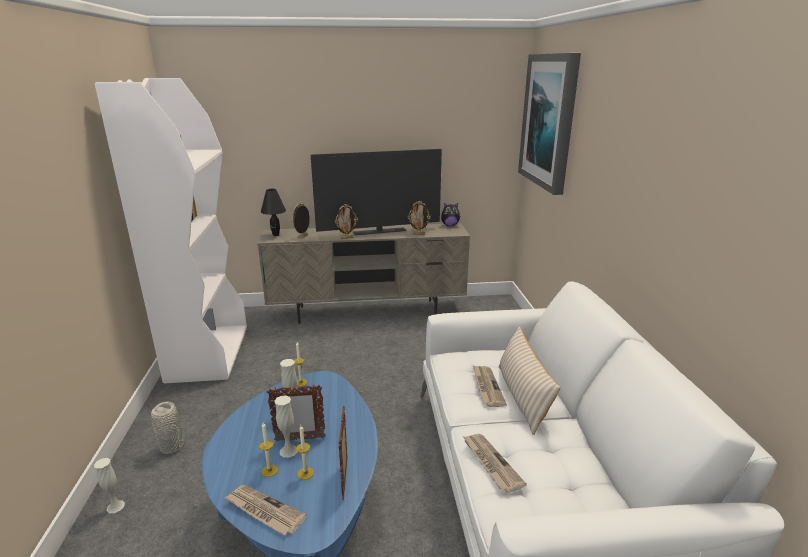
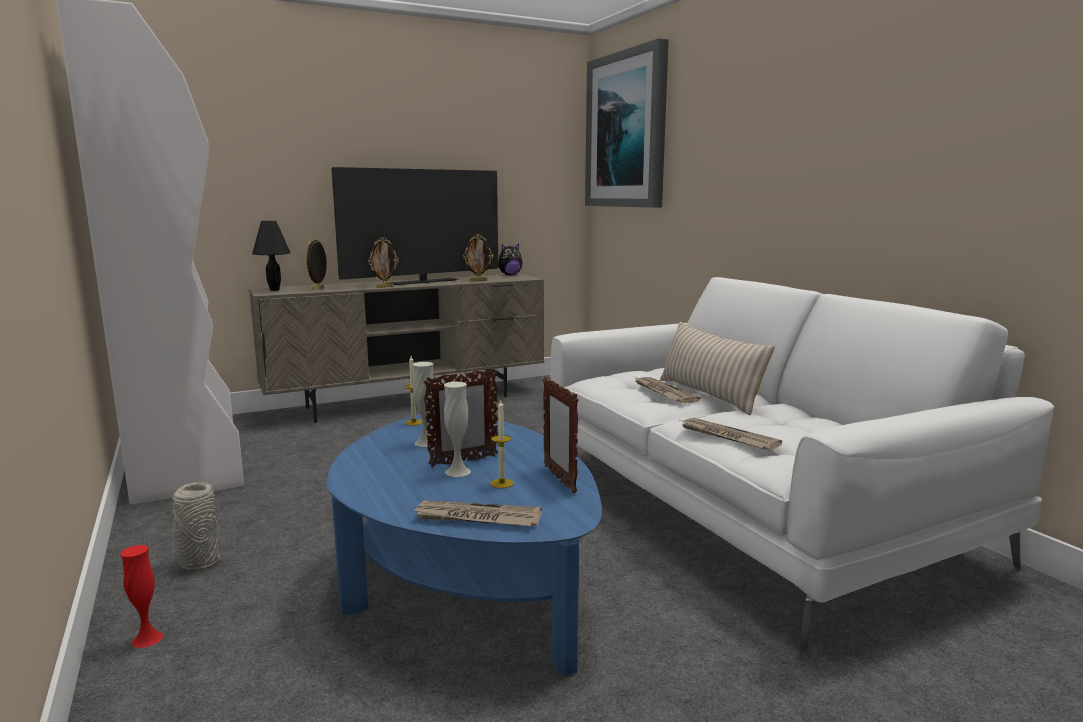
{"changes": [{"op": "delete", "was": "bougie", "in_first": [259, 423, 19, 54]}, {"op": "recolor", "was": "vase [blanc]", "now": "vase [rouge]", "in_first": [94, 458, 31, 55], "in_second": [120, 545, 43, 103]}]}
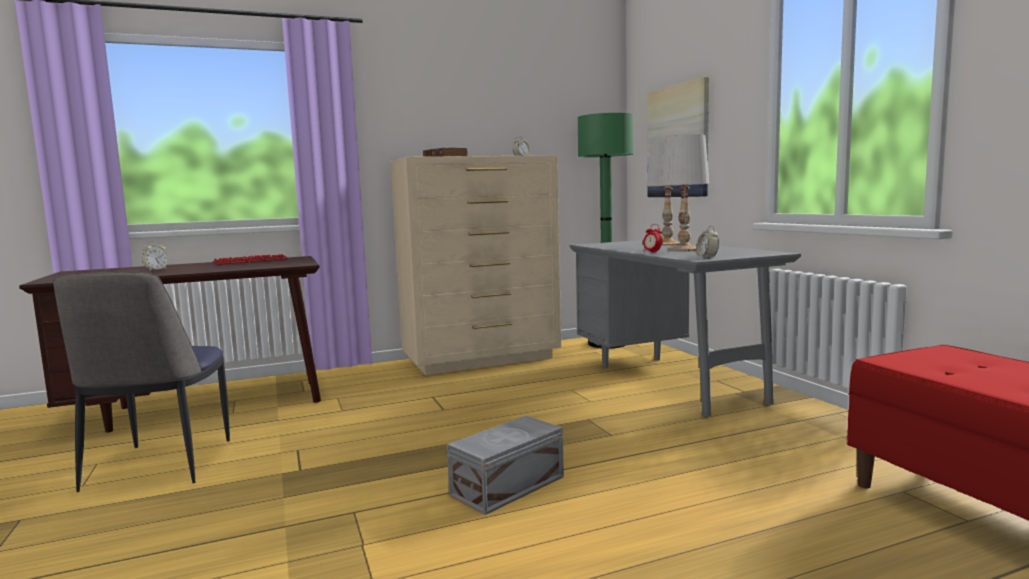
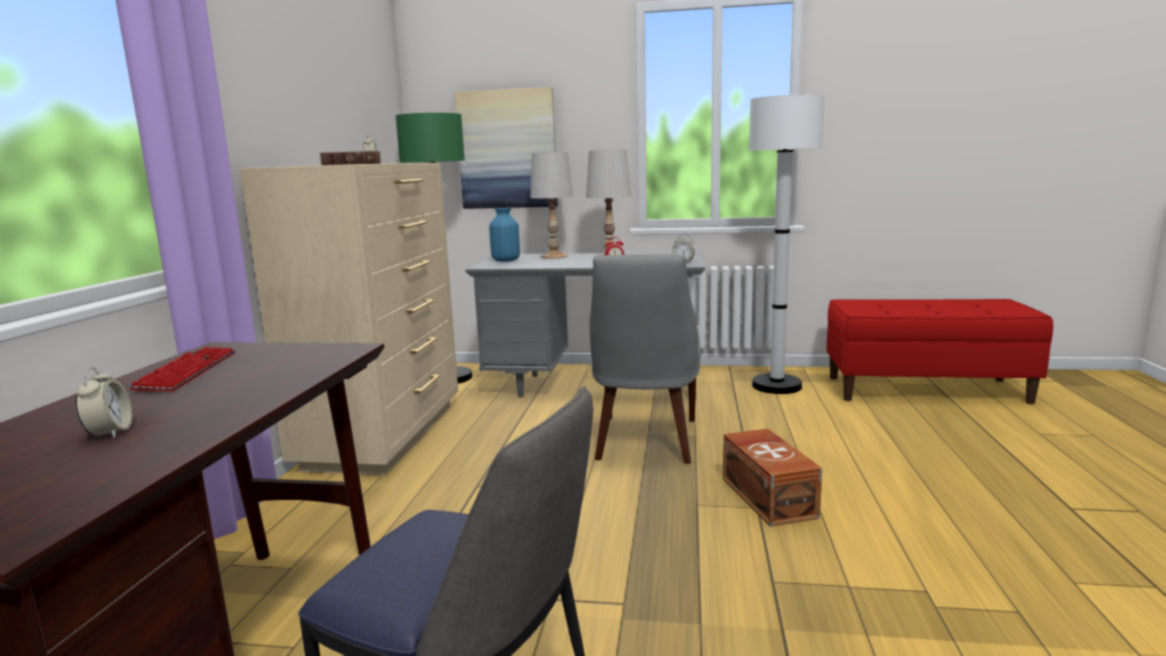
{"changes": [{"op": "recolor", "was": "boîte de rangement [gris]", "now": "boîte de rangement [marron]", "in_first": [447, 416, 117, 99], "in_second": [723, 429, 99, 98]}, {"op": "insert", "now": "lampadaire [blanc]", "in_second": [749, 94, 75, 300]}, {"op": "insert", "now": "vase [bleu]", "in_second": [489, 208, 31, 54]}, {"op": "insert", "now": "chaise [gris]", "in_second": [590, 254, 110, 210]}]}
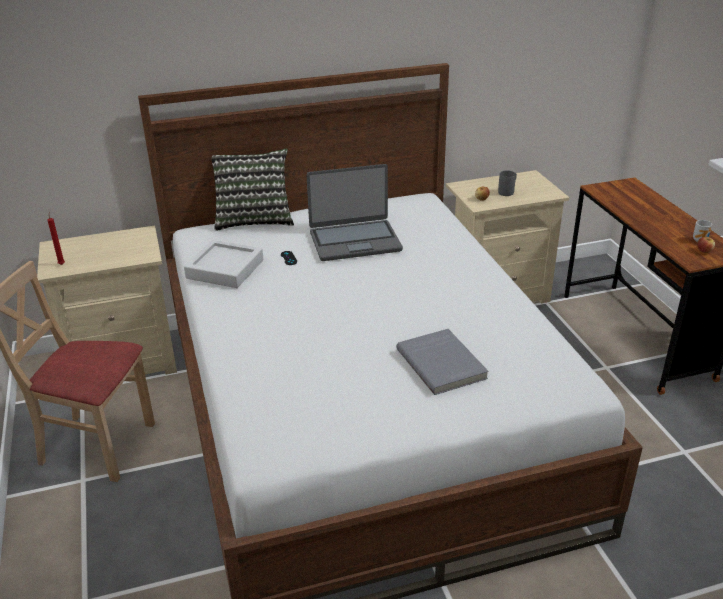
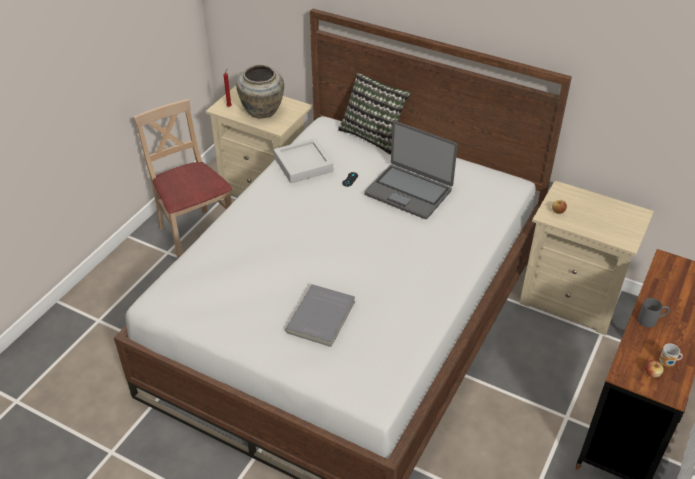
{"changes": [{"op": "move", "was": "mug [gris]", "in_first": [498, 171, 19, 25], "in_second": [638, 298, 32, 30]}, {"op": "insert", "now": "vase [beige]", "in_second": [236, 65, 48, 53]}]}
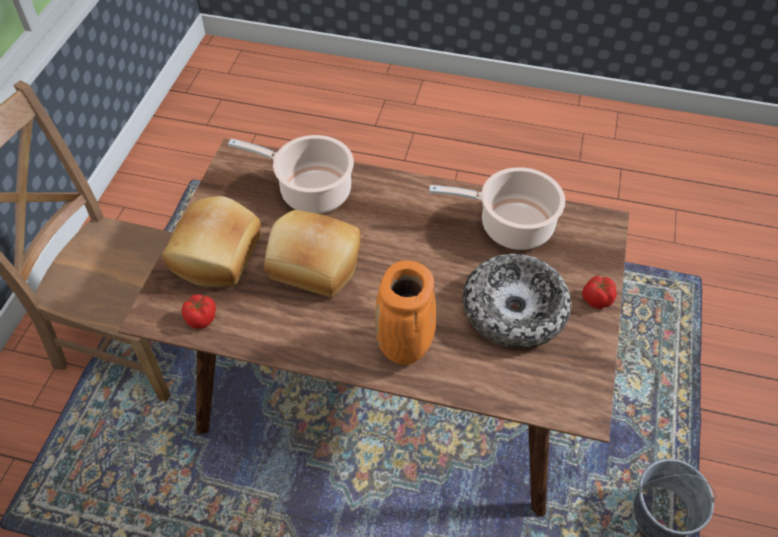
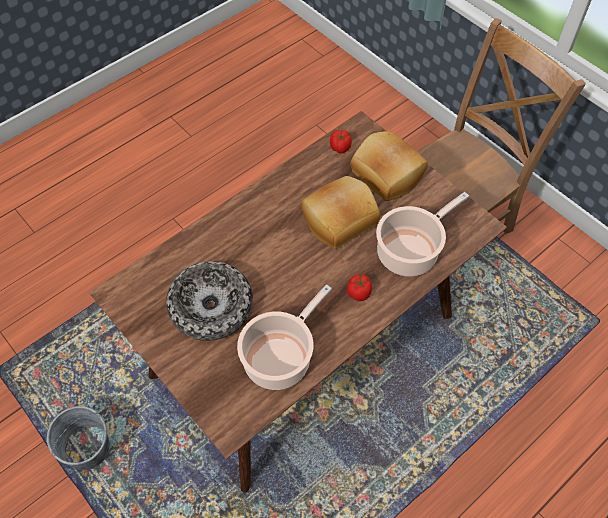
{"changes": [{"op": "delete", "was": "vase [orange]", "in_first": [375, 260, 61, 105]}, {"op": "move", "was": "tomate", "in_first": [582, 276, 35, 33], "in_second": [347, 275, 25, 26]}]}
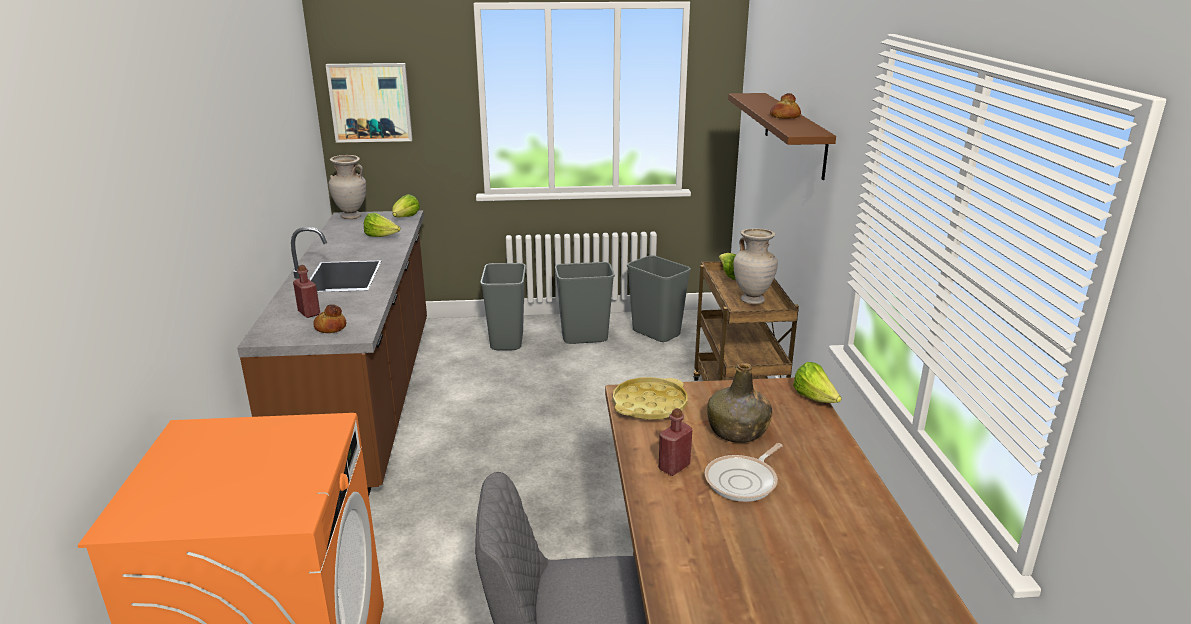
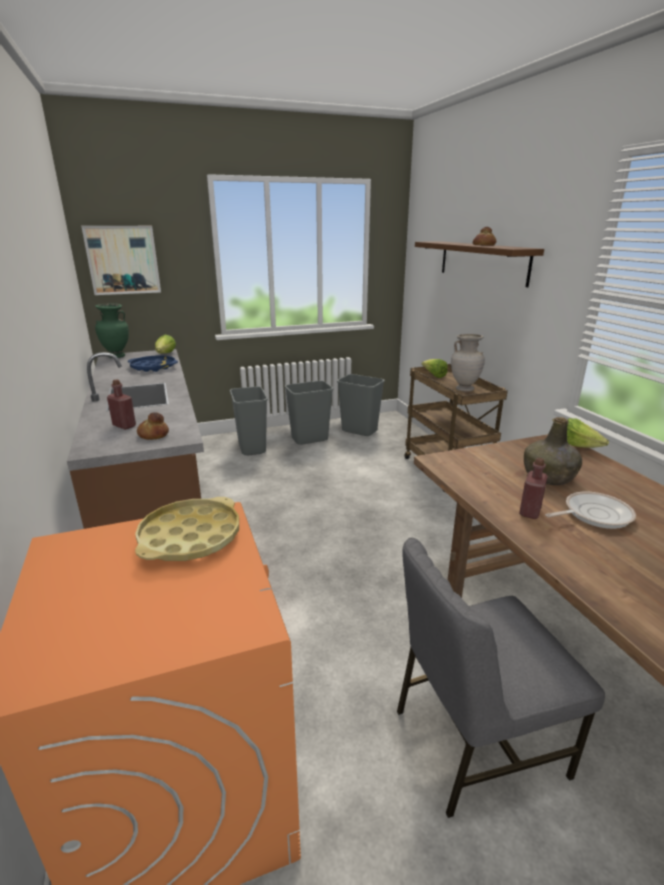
{"changes": [{"op": "recolor", "was": "vase [beige]", "now": "vase [vert]", "in_first": [328, 155, 38, 64], "in_second": [95, 303, 34, 55]}, {"op": "replace", "was": "laitue", "now": "plateau [bleu]", "in_first": [364, 213, 37, 24], "in_second": [128, 355, 50, 17]}, {"op": "move", "was": "plateau [jaune]", "in_first": [613, 377, 74, 43], "in_second": [135, 497, 104, 64]}, {"op": "rotate", "was": "poêle", "in_first": [705, 443, 78, 59], "in_second": [545, 492, 91, 37], "clockwise": -135}]}
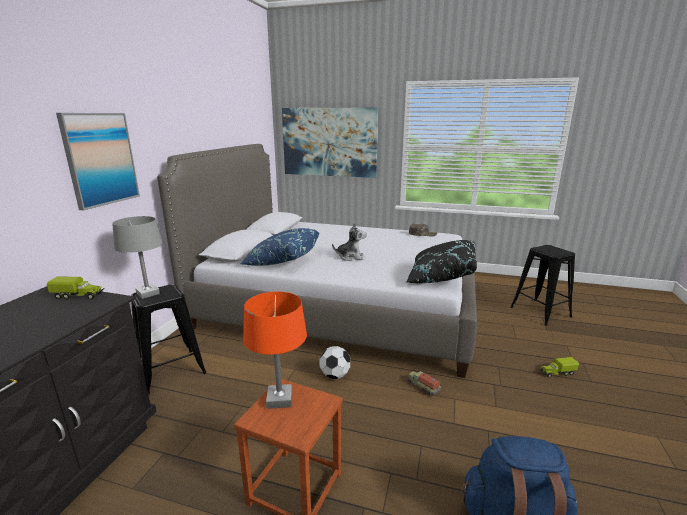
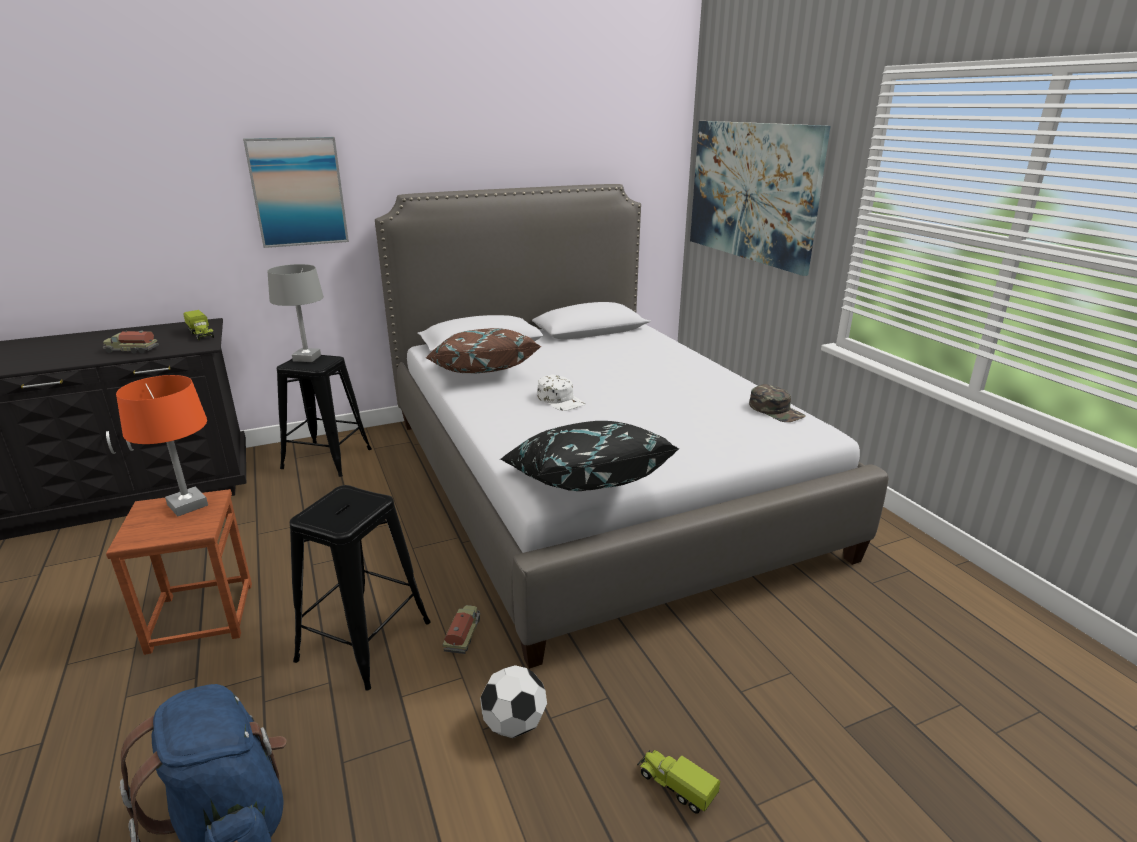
{"changes": [{"op": "replace", "was": "peluche", "now": "casquette [blanc]", "in_first": [332, 222, 35, 39], "in_second": [537, 375, 48, 36]}, {"op": "recolor", "was": "coussin [bleu]", "now": "coussin [marron]", "in_first": [240, 228, 80, 38], "in_second": [426, 328, 116, 45]}, {"op": "move", "was": "tabouret [noir]", "in_first": [510, 245, 65, 81], "in_second": [290, 485, 141, 206]}, {"op": "move", "was": "ballon de foot", "in_first": [320, 346, 30, 33], "in_second": [480, 665, 67, 73]}, {"op": "insert", "now": "camion jouet", "in_second": [103, 331, 56, 23]}]}
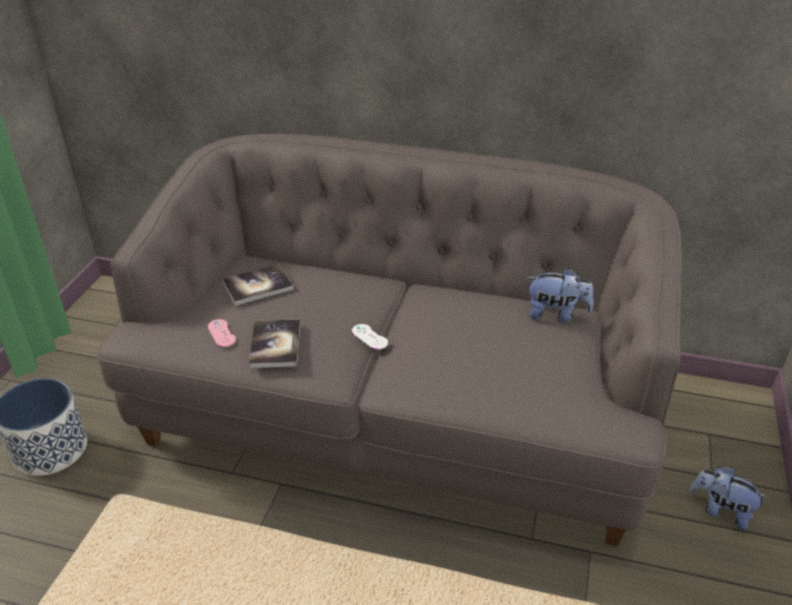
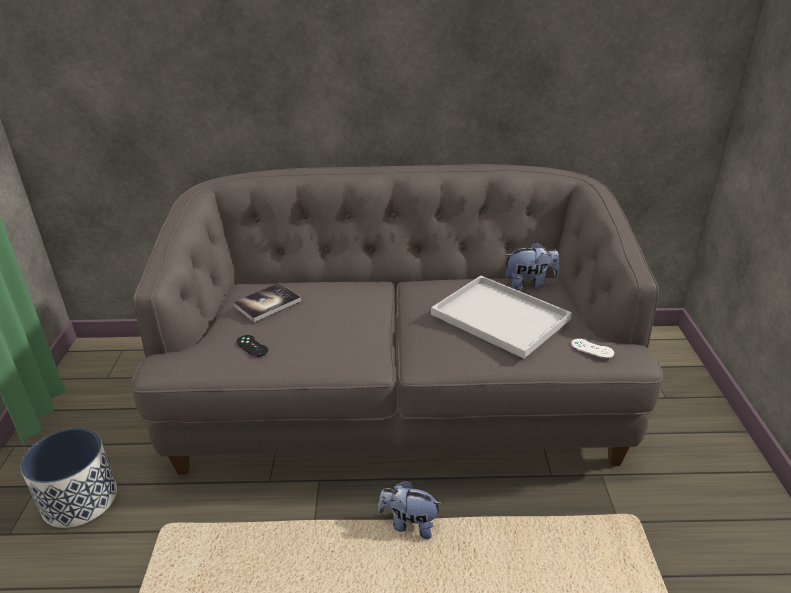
{"changes": [{"op": "recolor", "was": "manette [rose]", "now": "manette [noir]", "in_first": [208, 319, 28, 28], "in_second": [236, 335, 32, 22]}, {"op": "delete", "was": "livre", "in_first": [249, 319, 51, 49]}, {"op": "move", "was": "manette [blanc]", "in_first": [352, 324, 36, 26], "in_second": [571, 339, 43, 19]}, {"op": "move", "was": "peluche", "in_first": [690, 466, 79, 64], "in_second": [378, 480, 64, 59]}, {"op": "insert", "now": "plateau [blanc]", "in_second": [431, 276, 141, 83]}]}
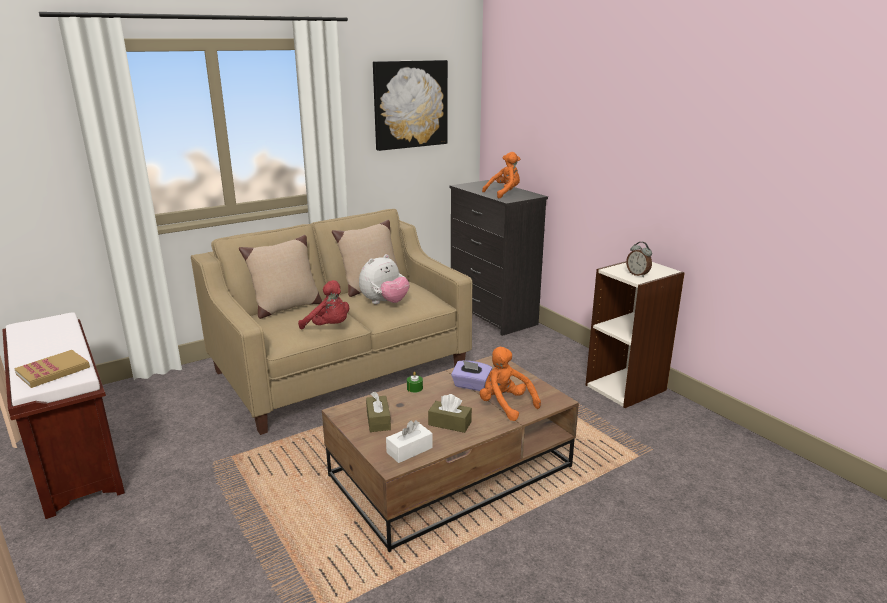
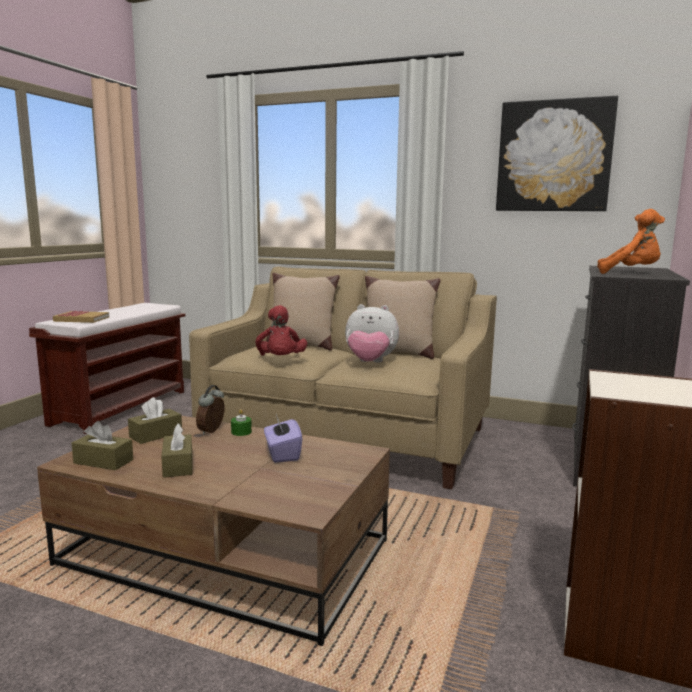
{"changes": [{"op": "move", "was": "réveil", "in_first": [626, 242, 26, 35], "in_second": [196, 385, 29, 50]}, {"op": "delete", "was": "peluche [orange]", "in_first": [480, 347, 61, 74]}, {"op": "recolor", "was": "boîte à mouchoirs [blanc]", "now": "boîte à mouchoirs [marron]", "in_first": [386, 420, 47, 43], "in_second": [72, 421, 61, 49]}]}
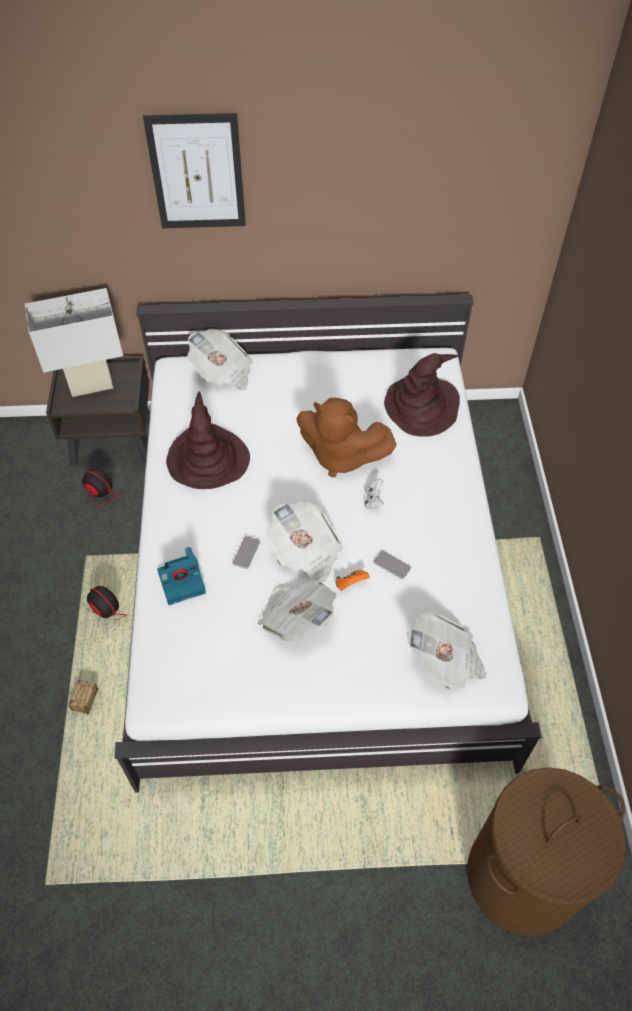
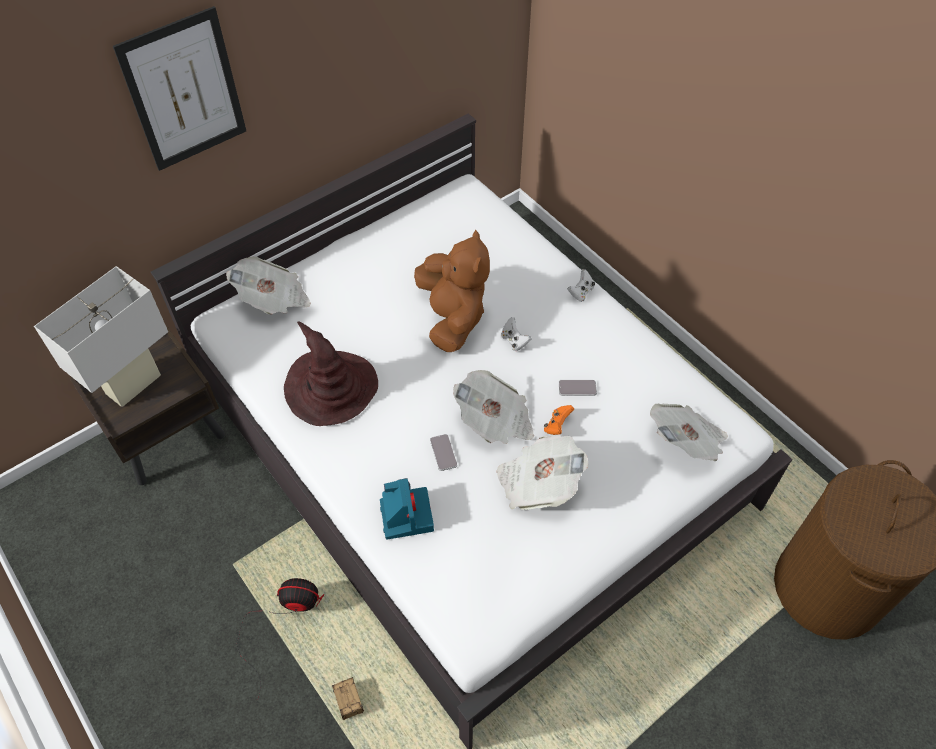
{"changes": [{"op": "delete", "was": "chapeau [marron]", "in_first": [384, 353, 76, 84]}, {"op": "rotate", "was": "peluche [marron]", "in_first": [297, 398, 99, 79], "in_second": [414, 229, 76, 123], "clockwise": -90}, {"op": "delete", "was": "ventilateur", "in_first": [42, 469, 78, 69]}, {"op": "rotate", "was": "appareil photo", "in_first": [157, 547, 49, 58], "in_second": [380, 478, 54, 61], "clockwise": -45}, {"op": "insert", "now": "manette [blanc]", "in_second": [568, 269, 27, 33]}]}
